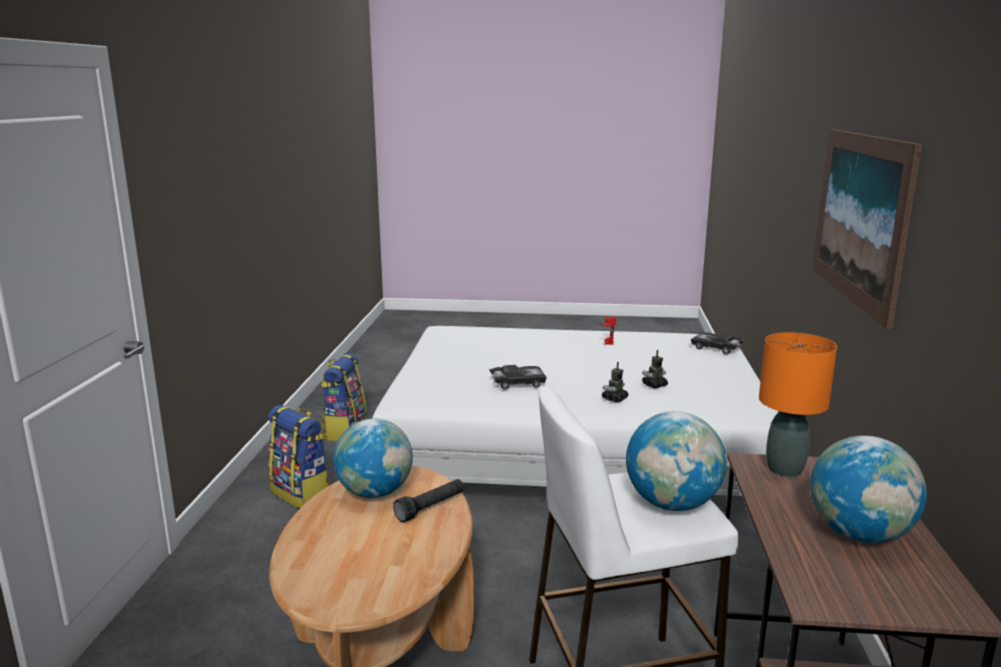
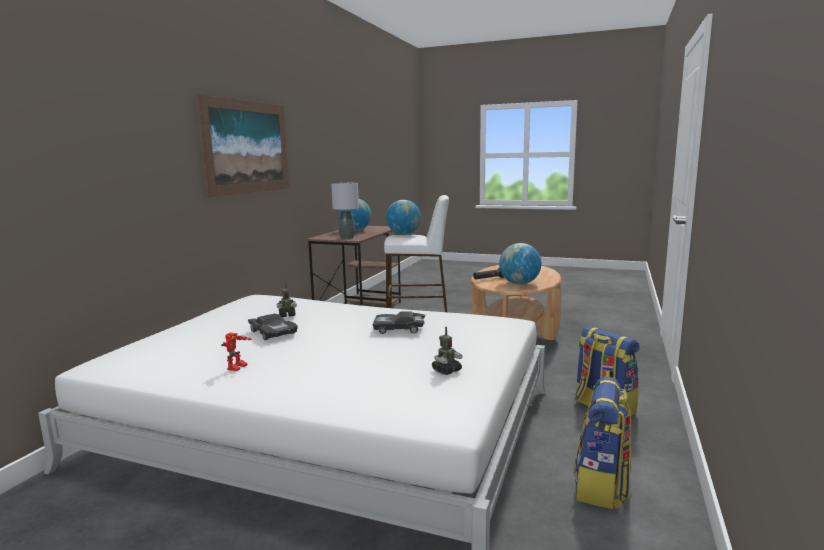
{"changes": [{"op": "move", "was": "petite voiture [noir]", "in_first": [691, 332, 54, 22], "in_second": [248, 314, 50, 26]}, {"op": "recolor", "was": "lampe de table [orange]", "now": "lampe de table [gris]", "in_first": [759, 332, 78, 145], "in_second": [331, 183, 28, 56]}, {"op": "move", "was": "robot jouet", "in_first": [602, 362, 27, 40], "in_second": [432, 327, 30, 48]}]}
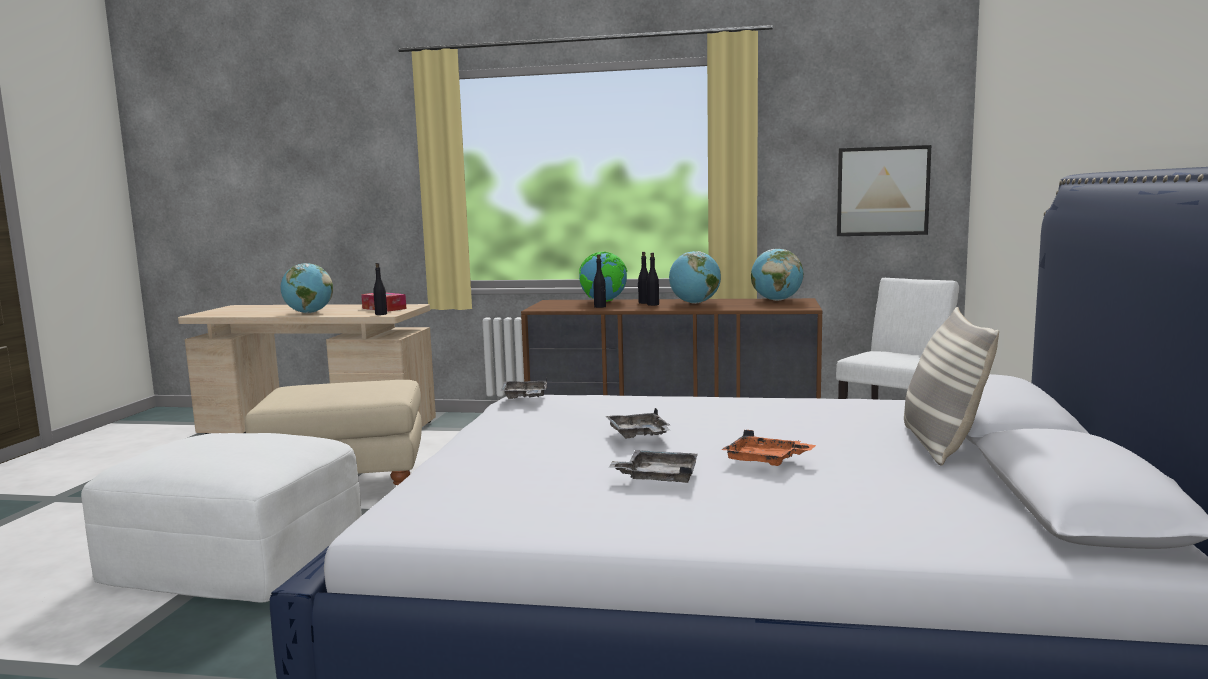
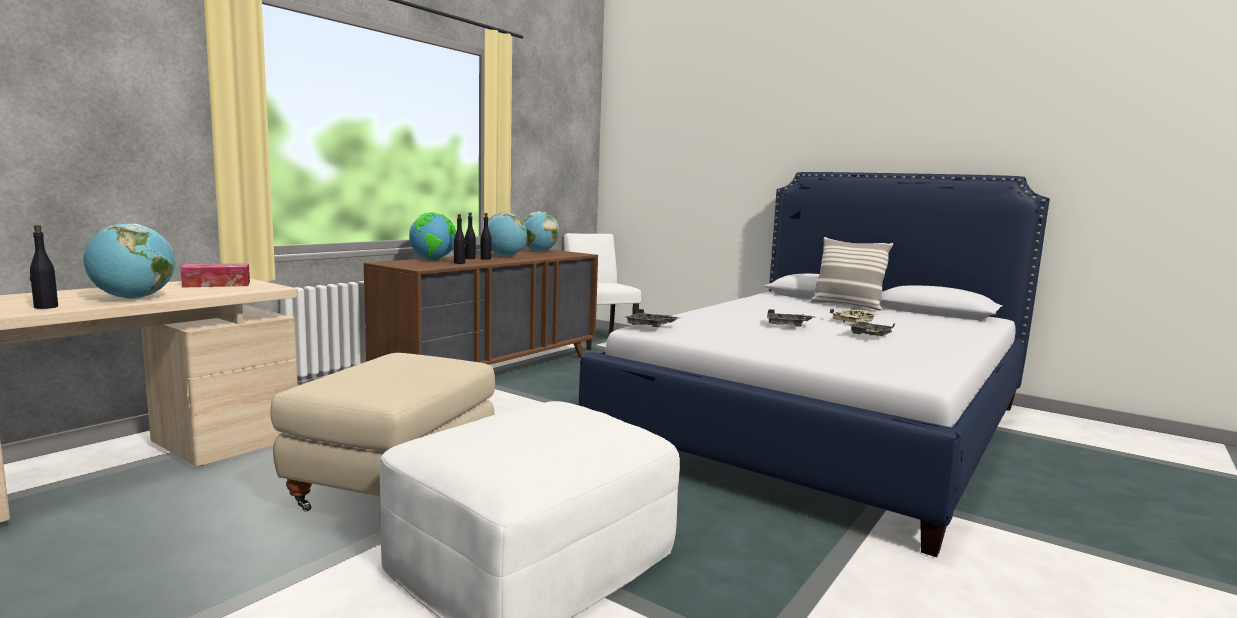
{"changes": [{"op": "delete", "was": "tableau", "in_first": [837, 145, 94, 91]}, {"op": "move", "was": "bouteille [noir]", "in_first": [373, 263, 14, 52], "in_second": [30, 225, 28, 84]}, {"op": "recolor", "was": "plateau [orange]", "now": "plateau [beige]", "in_first": [721, 430, 95, 36], "in_second": [830, 309, 48, 13]}]}
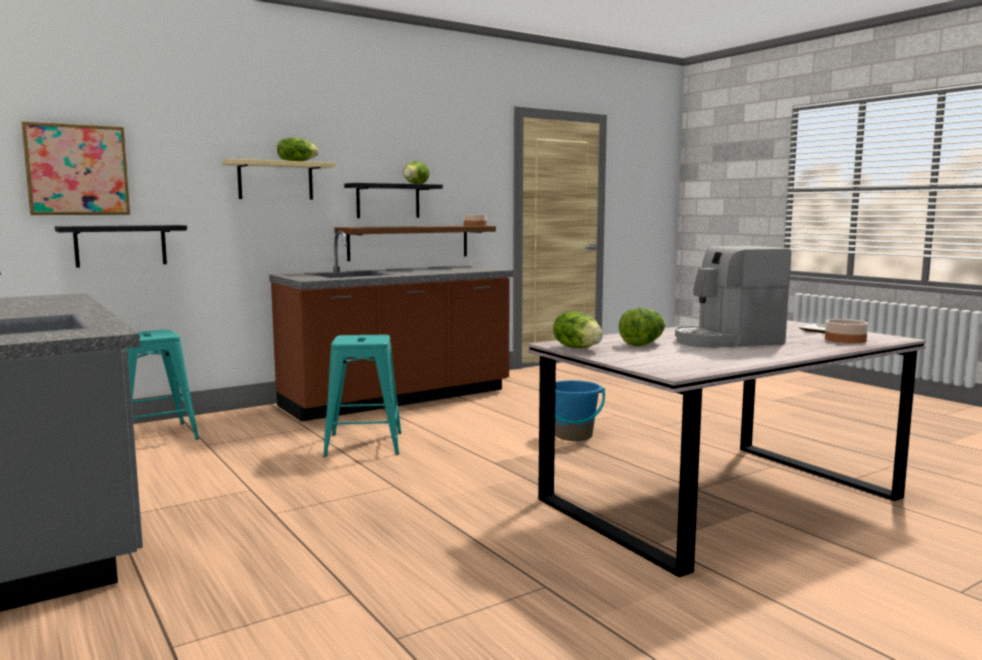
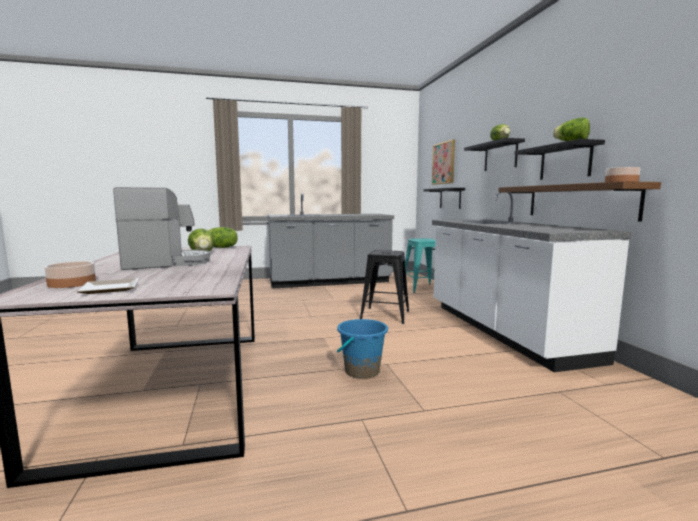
{"changes": [{"op": "recolor", "was": "étagère [beige]", "now": "étagère [noir]", "in_first": [223, 159, 113, 41], "in_second": [464, 138, 61, 33]}, {"op": "recolor", "was": "comptoir de cuisine [marron]", "now": "comptoir de cuisine [blanc]", "in_first": [269, 231, 245, 191], "in_second": [432, 192, 200, 180]}, {"op": "rotate", "was": "machine à café", "in_first": [675, 246, 116, 102], "in_second": [113, 187, 97, 83], "clockwise": 60}, {"op": "recolor", "was": "tabouret [turquoise]", "now": "tabouret [noir]", "in_first": [323, 335, 79, 122], "in_second": [360, 250, 49, 74]}]}
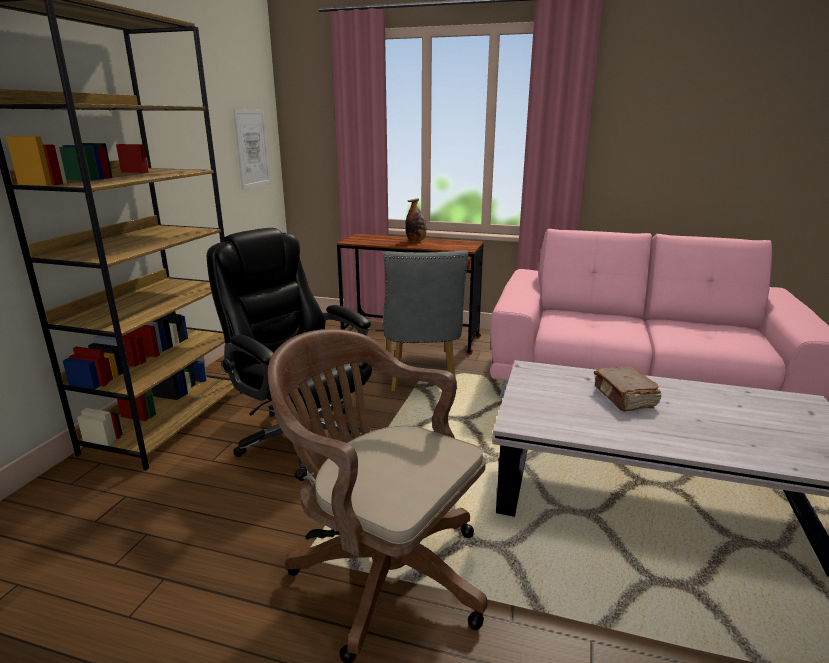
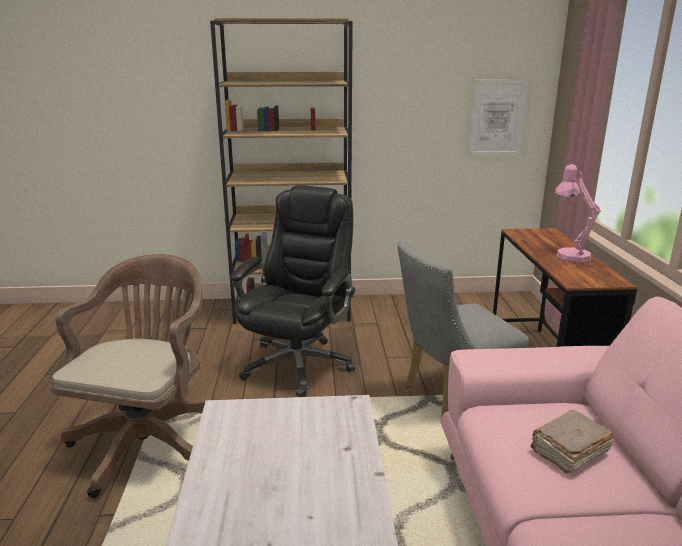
{"changes": [{"op": "replace", "was": "bouteille", "now": "lampe de table [rose]", "in_first": [405, 199, 21, 43], "in_second": [555, 164, 46, 99]}, {"op": "move", "was": "livre [marron]", "in_first": [594, 366, 67, 46], "in_second": [531, 410, 84, 64]}]}
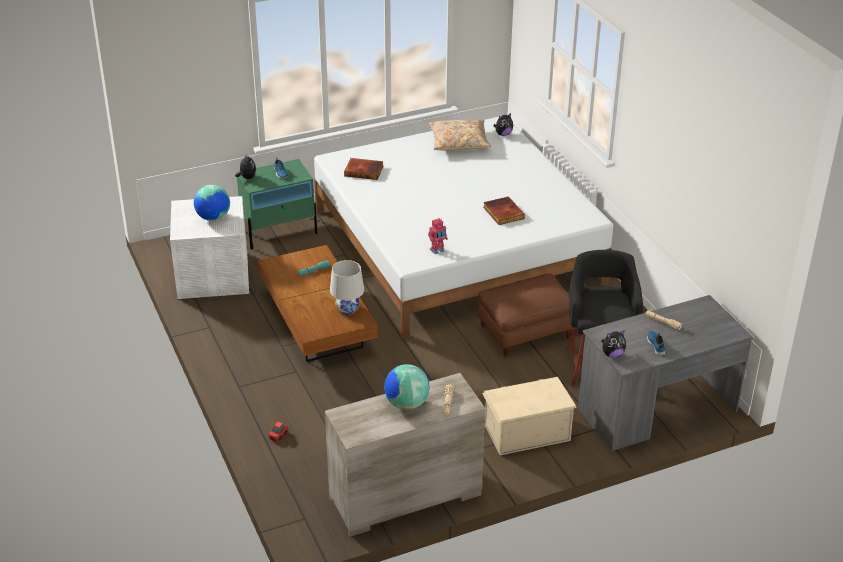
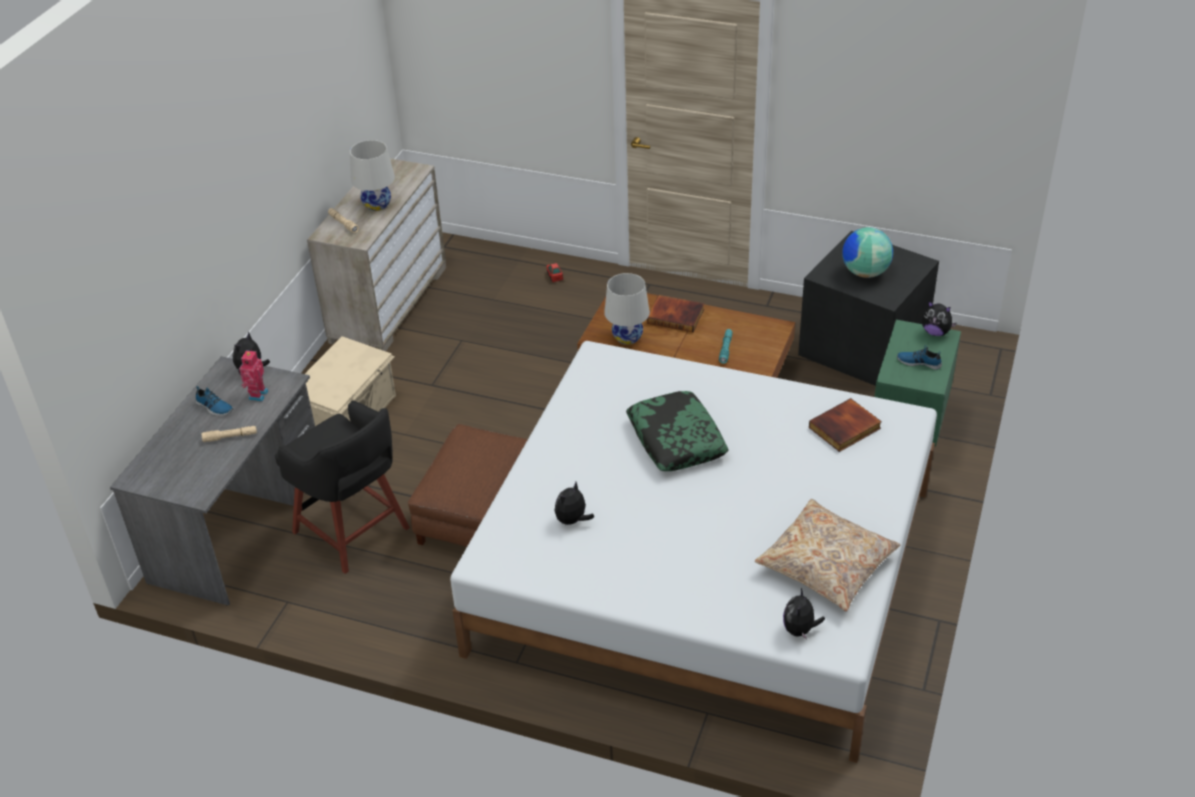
{"changes": [{"op": "recolor", "was": "boîte de rangement [blanc]", "now": "boîte de rangement [noir]", "in_first": [170, 196, 79, 103], "in_second": [798, 231, 141, 155]}, {"op": "move", "was": "livre", "in_first": [483, 196, 42, 29], "in_second": [647, 295, 58, 37]}, {"op": "move", "was": "robot jouet", "in_first": [428, 218, 20, 36], "in_second": [238, 350, 31, 51]}, {"op": "replace", "was": "globe", "now": "lampe de table [blanc]", "in_first": [384, 364, 46, 46], "in_second": [350, 140, 45, 71]}, {"op": "insert", "now": "coussin", "in_second": [626, 391, 103, 80]}, {"op": "insert", "now": "peluche", "in_second": [555, 482, 39, 43]}]}
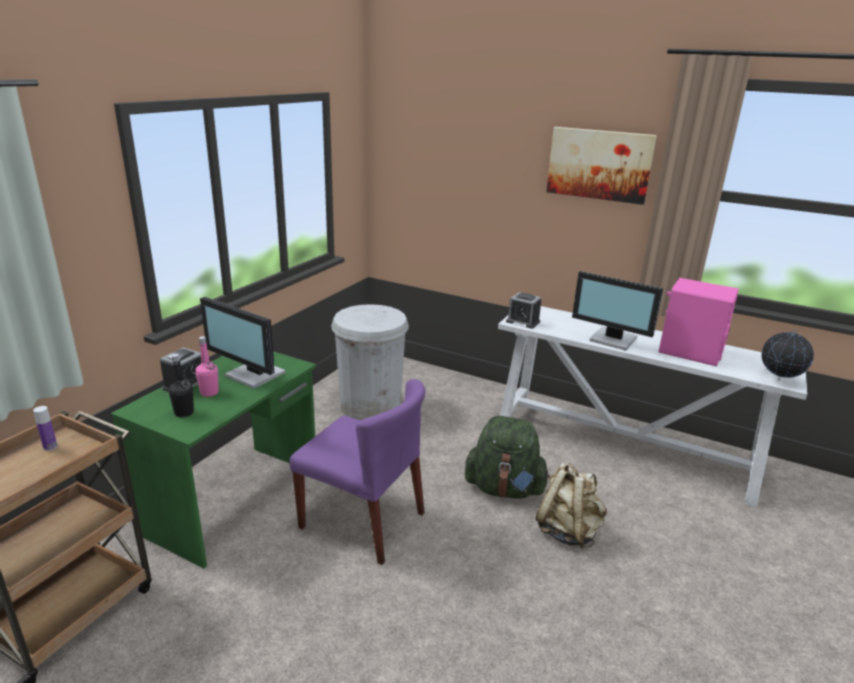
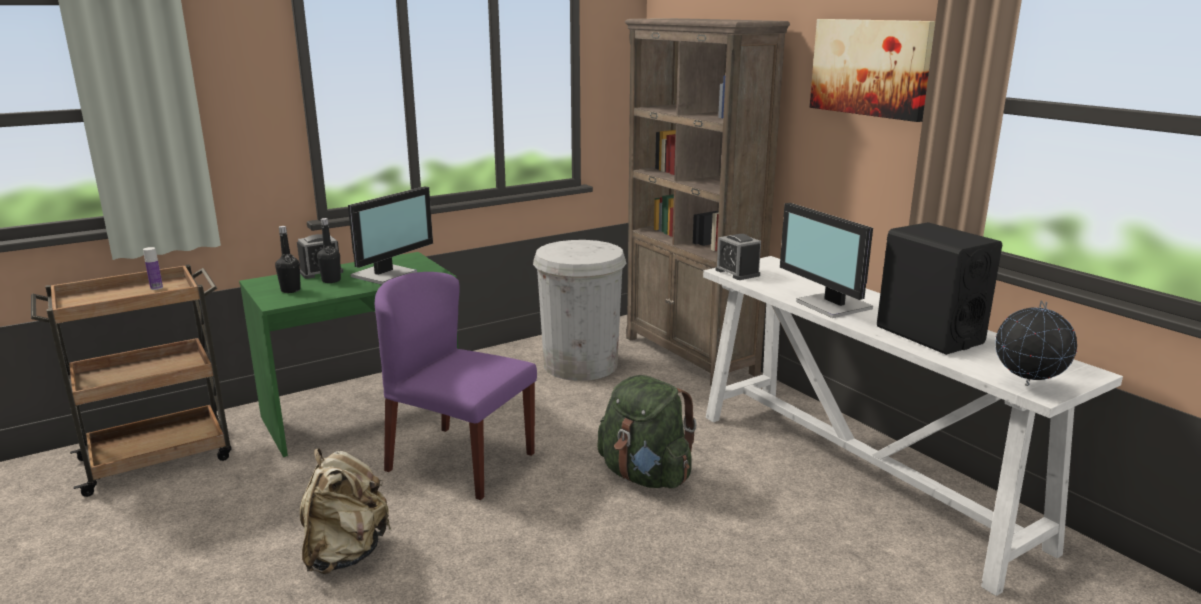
{"changes": [{"op": "recolor", "was": "enceinte [rose]", "now": "enceinte [noir]", "in_first": [659, 278, 80, 88], "in_second": [877, 222, 125, 133]}, {"op": "rotate", "was": "écran d'ordinateur", "in_first": [200, 297, 86, 92], "in_second": [348, 186, 85, 99], "clockwise": -120}, {"op": "recolor", "was": "bouteille [rose]", "now": "bouteille [noir]", "in_first": [195, 336, 24, 61], "in_second": [317, 218, 24, 65]}, {"op": "rotate", "was": "chaise [violet]", "in_first": [289, 379, 136, 186], "in_second": [375, 272, 162, 228], "clockwise": 150}, {"op": "move", "was": "sac à dos [beige]", "in_first": [535, 461, 72, 88], "in_second": [300, 448, 91, 126]}, {"op": "insert", "now": "bibliothèque [marron]", "in_second": [625, 18, 165, 368]}]}
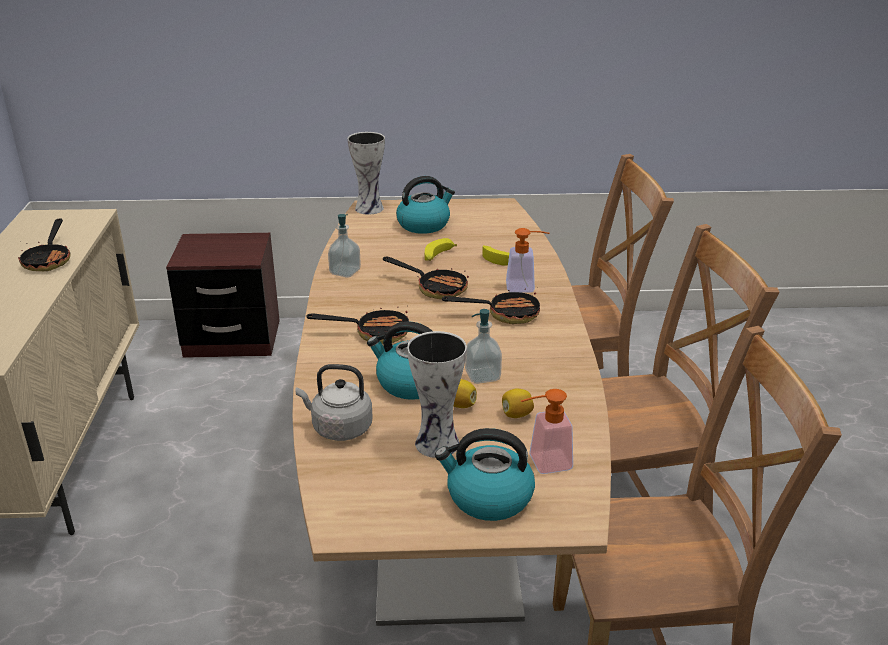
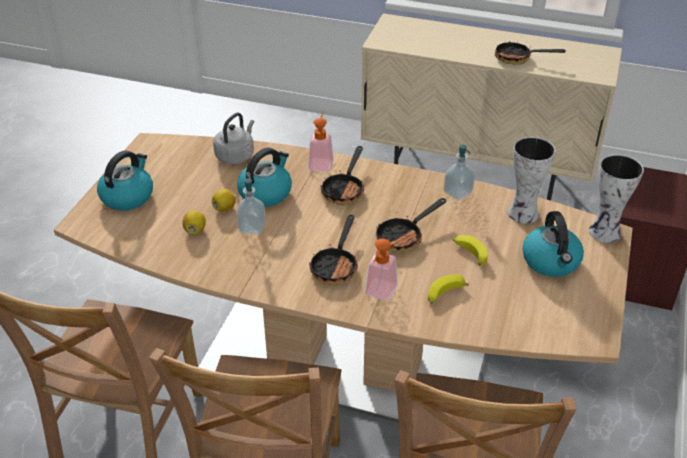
{"changes": [{"op": "move", "was": "vase", "in_first": [407, 331, 60, 127], "in_second": [508, 137, 48, 87]}, {"op": "move", "was": "distributeur de savon", "in_first": [521, 389, 52, 85], "in_second": [308, 110, 26, 62]}]}
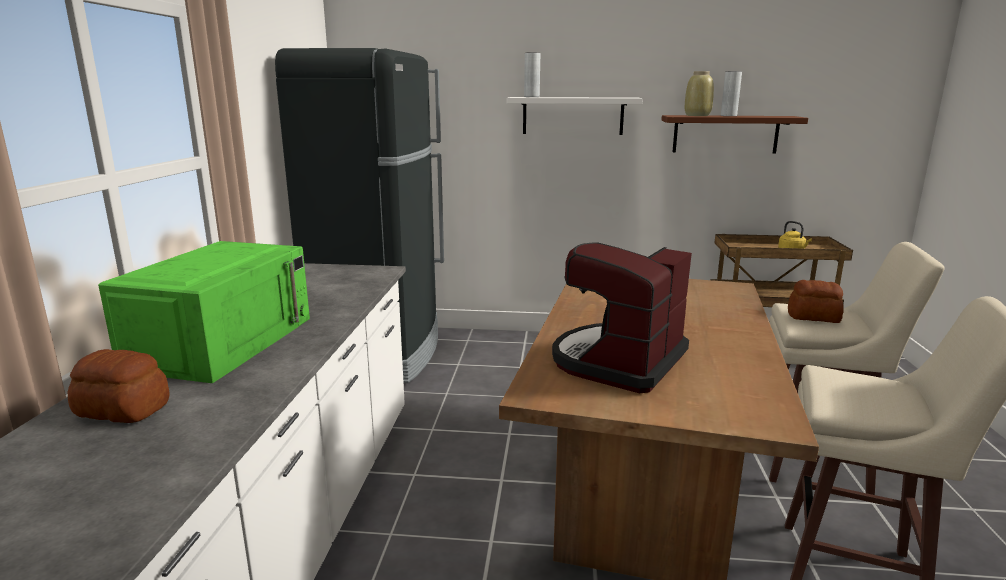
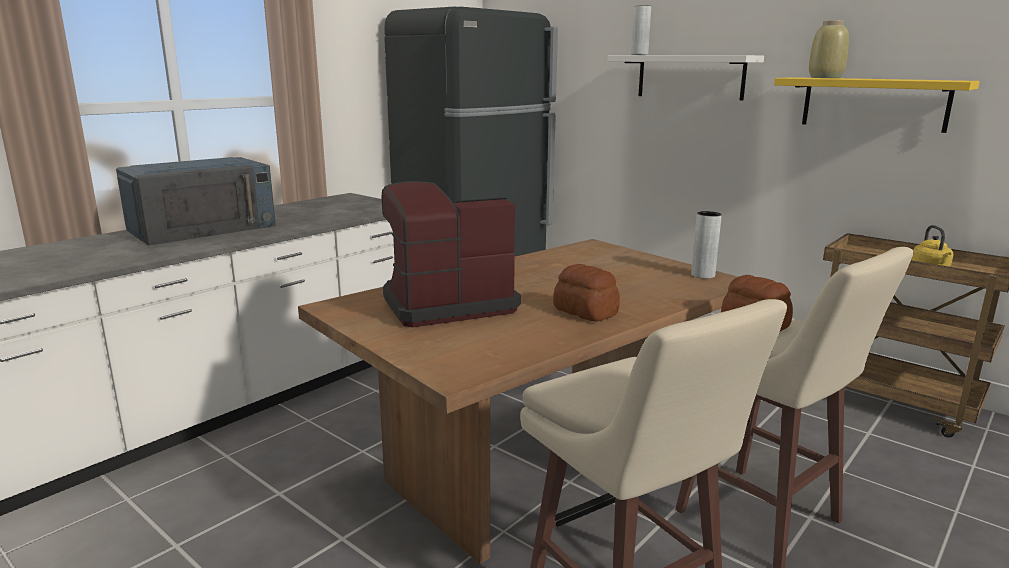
{"changes": [{"op": "move", "was": "vase [gris]", "in_first": [721, 71, 21, 45], "in_second": [691, 211, 31, 68]}, {"op": "recolor", "was": "étagère [marron]", "now": "étagère [jaune]", "in_first": [661, 115, 147, 39], "in_second": [774, 77, 206, 56]}, {"op": "recolor", "was": "micro-ondes [vert]", "now": "micro-ondes [bleu]", "in_first": [98, 241, 212, 142], "in_second": [116, 157, 160, 88]}, {"op": "move", "was": "pain", "in_first": [68, 349, 102, 74], "in_second": [553, 264, 67, 58]}]}
